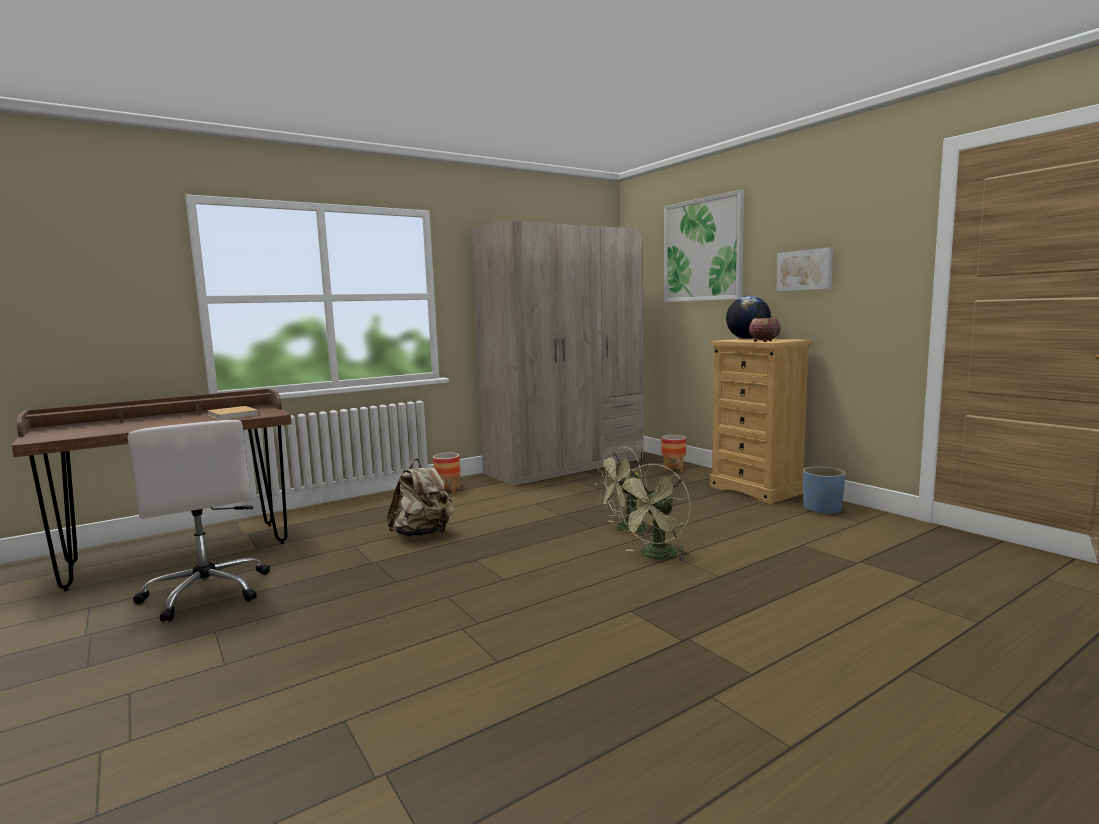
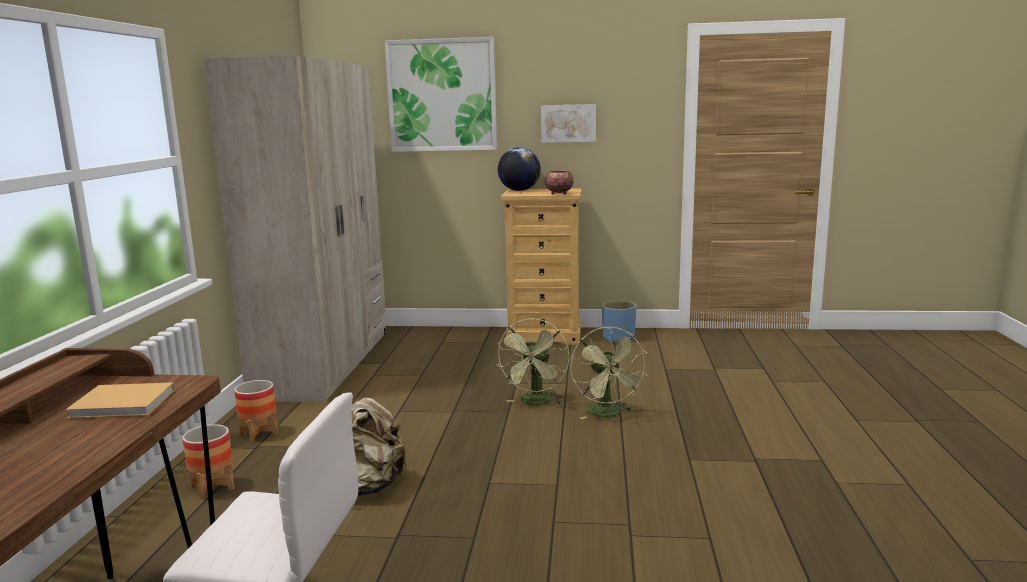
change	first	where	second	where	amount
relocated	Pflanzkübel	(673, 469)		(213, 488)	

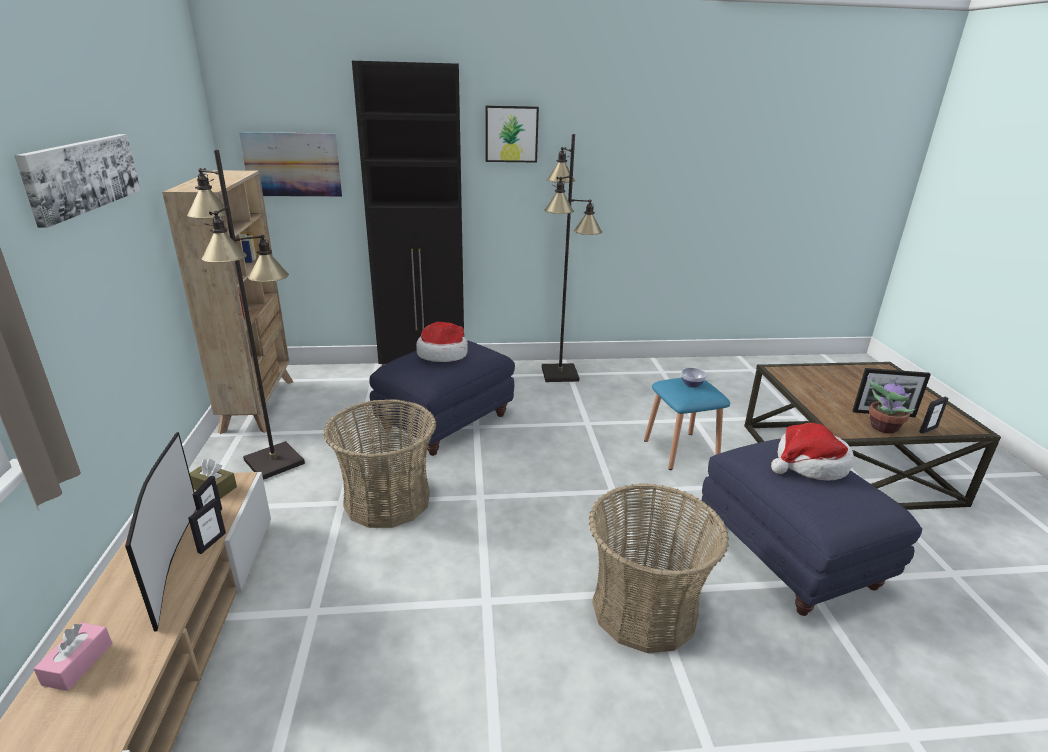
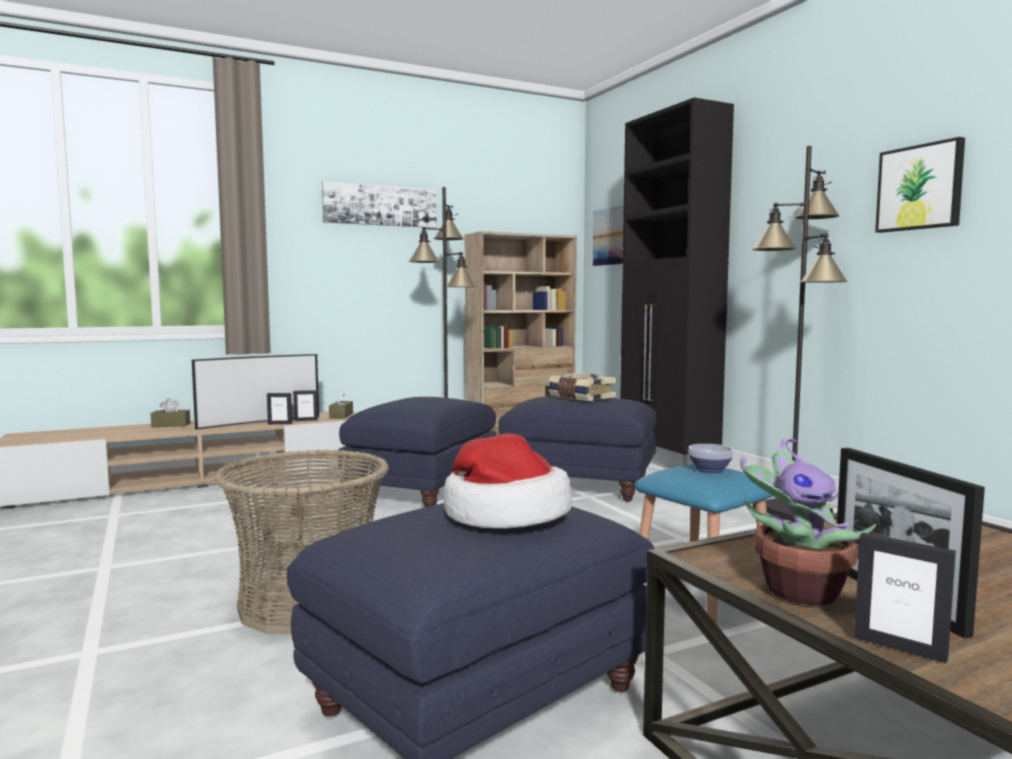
change	first	where	second	where	amount
colour	Taschentuchbox/rosa	(78, 664)	Taschentuchbox/braun	(171, 425)	
exchanged	Korb	(387, 500)	Polsterhocker/blau	(423, 490)	
exchanged	Hut	(443, 354)	Buch	(580, 398)	
relocated	Bild	(511, 134)		(920, 187)	

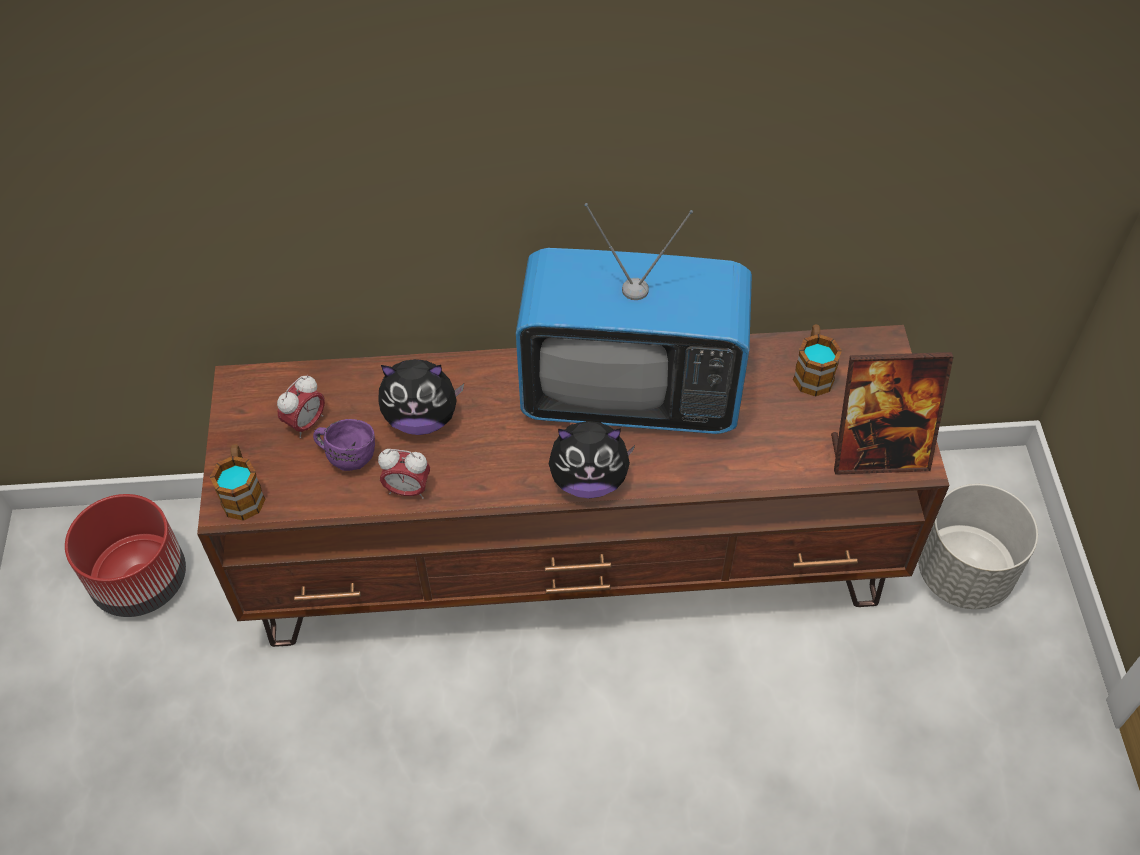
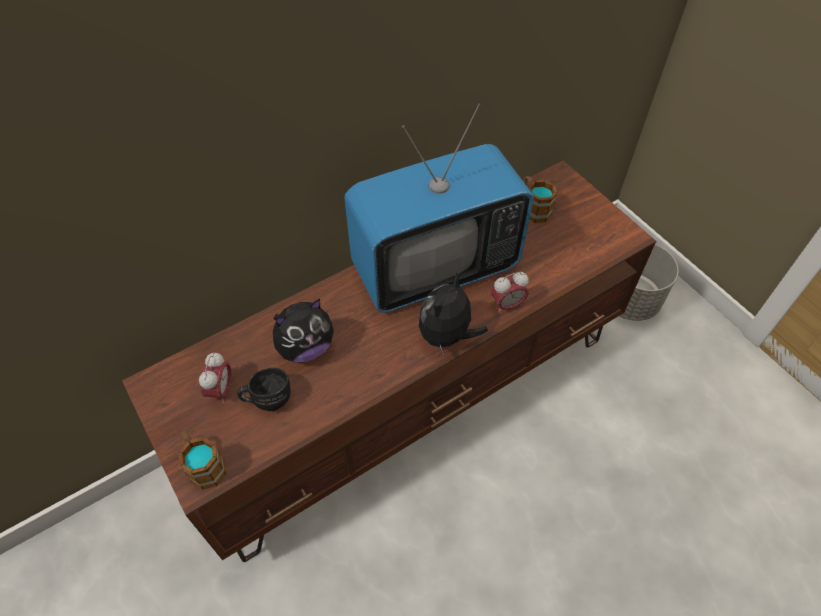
change	first	where	second	where	amount
missing	Pflanzkübel/rot	(141, 580)			
colour	Henkelbecher/lila	(347, 454)	Henkelbecher/schwarz	(267, 398)	
relocated	Wecker	(407, 490)		(507, 305)	
spun	Plüschtier	(589, 480)		(447, 336)	150 degrees clockwise
missing	Bilderrahmen	(878, 454)			

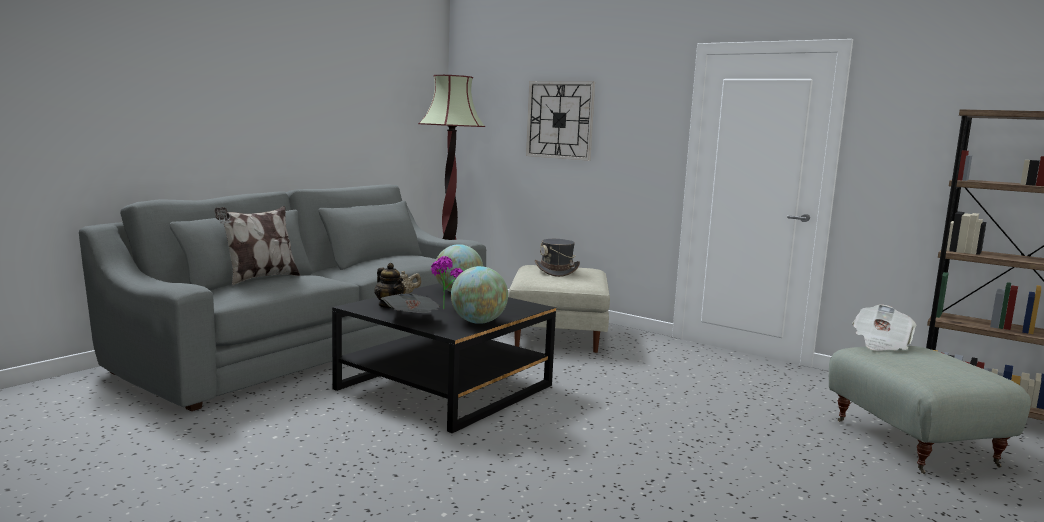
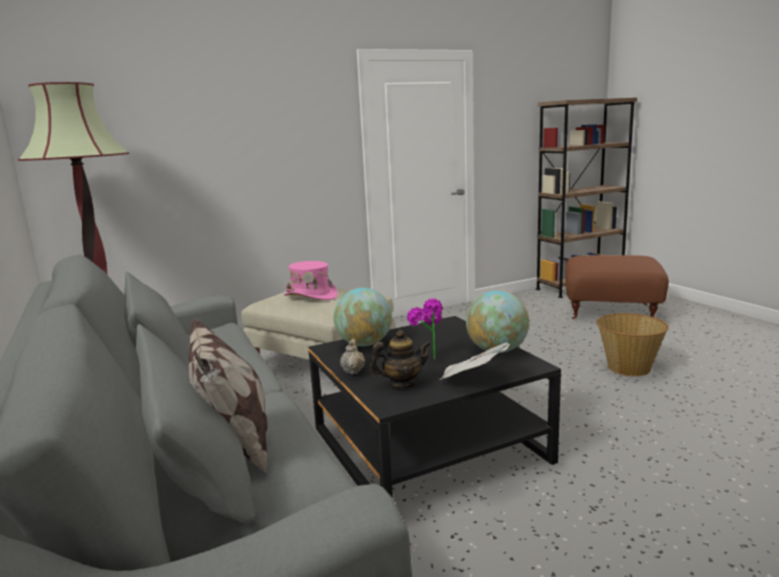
change	first	where	second	where	amount
missing	Wanduhr	(560, 120)			
colour	Hut/grau	(556, 271)	Hut/rosa	(311, 296)	
colour	Polsterhocker/grau	(911, 443)	Polsterhocker/braun	(610, 312)	
missing	Zeitung	(881, 344)			
appeared			Korb	(628, 367)	

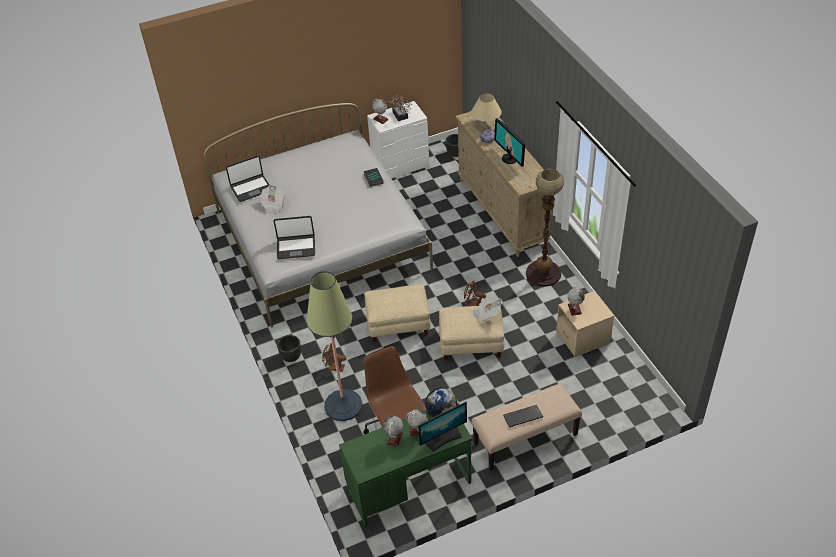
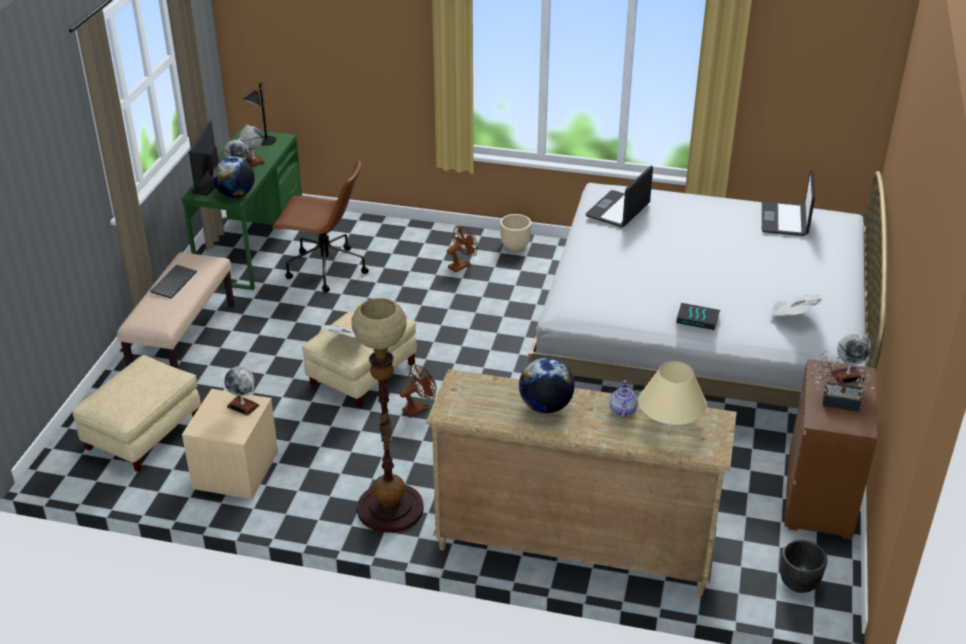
change	first	where	second	where	amount
relocated	Zeitung	(273, 205)		(793, 315)	
colour	Pflanzkübel/schwarz	(291, 356)	Pflanzkübel/beige	(515, 246)	
missing	Stehlampe	(343, 405)			
relocated	Polsterhocker/beige	(397, 324)		(143, 433)	
colour	Kommode/weiß	(401, 165)	Kommode/braun	(819, 497)	
exchanged	Monitor	(509, 158)	Globus	(545, 406)	
appeared			Tischlampe/schwarz	(262, 142)	

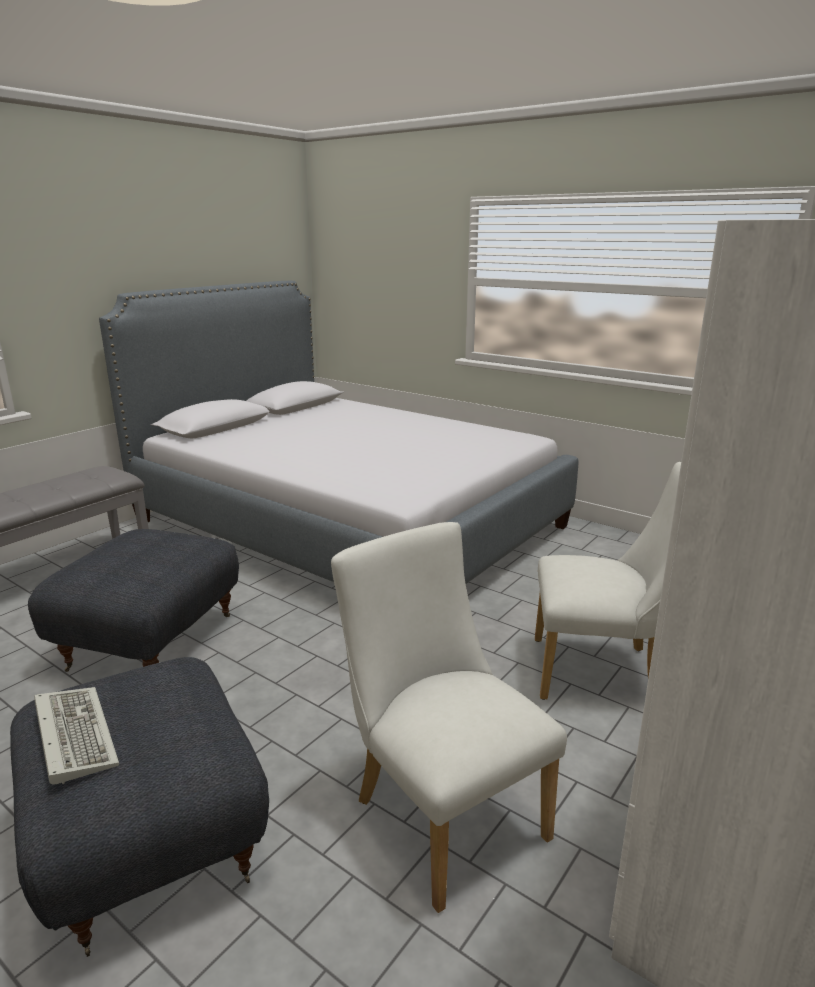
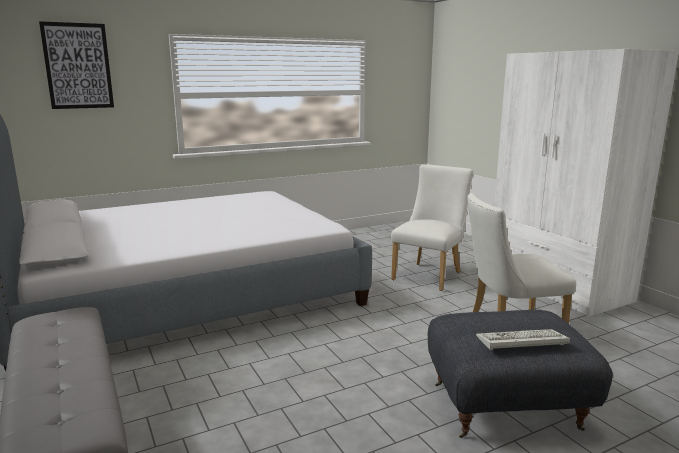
change	first	where	second	where	amount
missing	Polsterhocker/grau	(150, 641)			
appeared			Bild	(78, 66)	

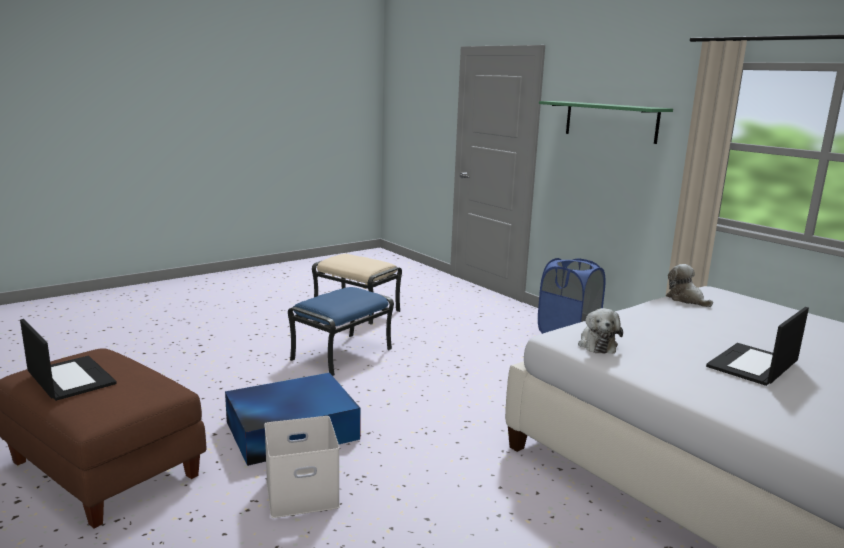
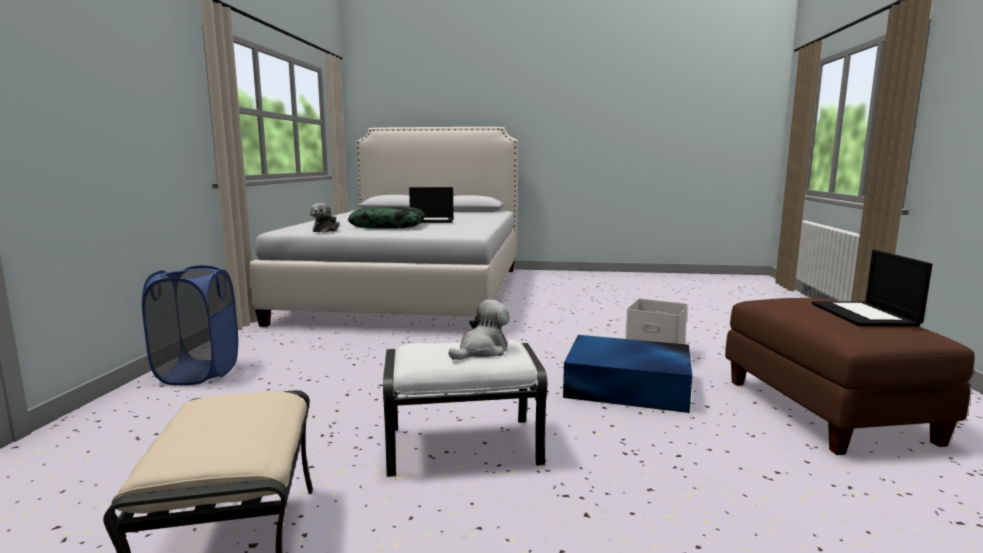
change	first	where	second	where	amount
colour	Polsterhocker/blau	(342, 354)	Polsterhocker/weiß	(461, 447)	
missing	Wandregal/grün	(610, 121)			
relocated	Plüschtier	(597, 344)		(482, 351)	
appeared			Kissen	(388, 226)	

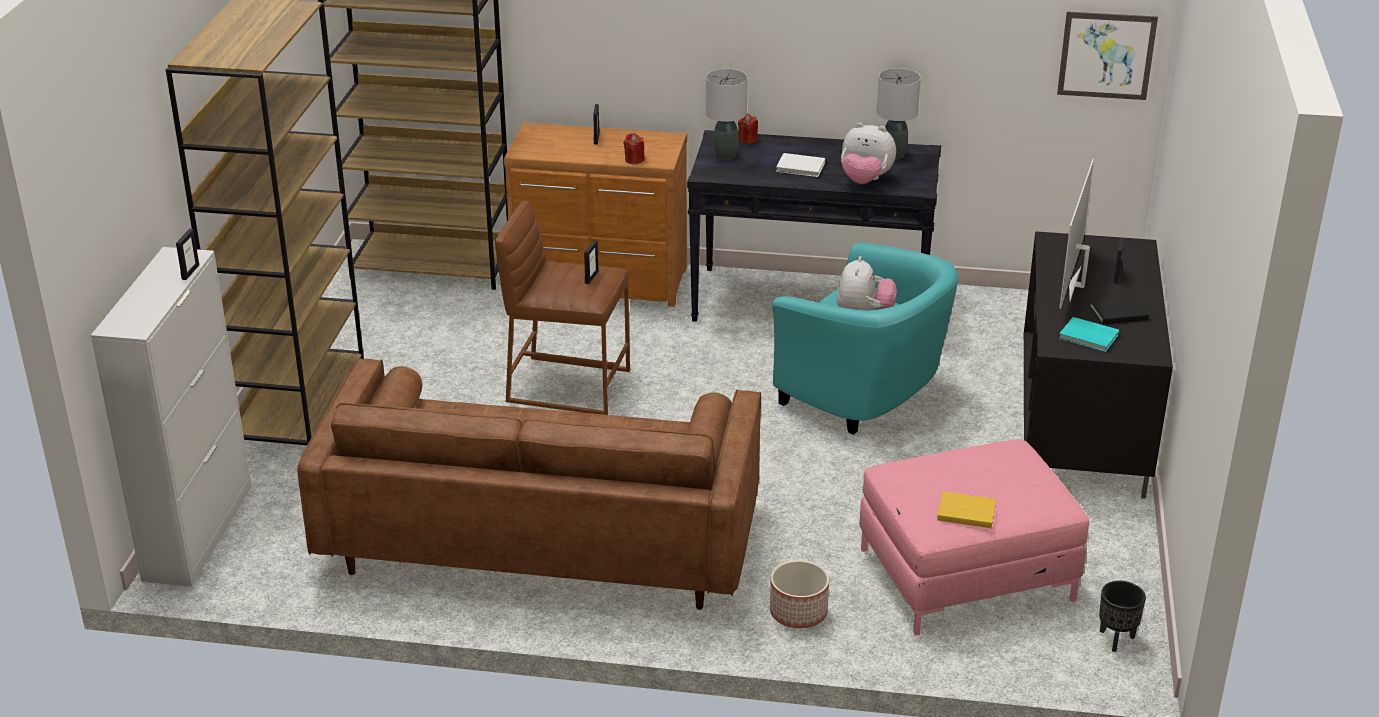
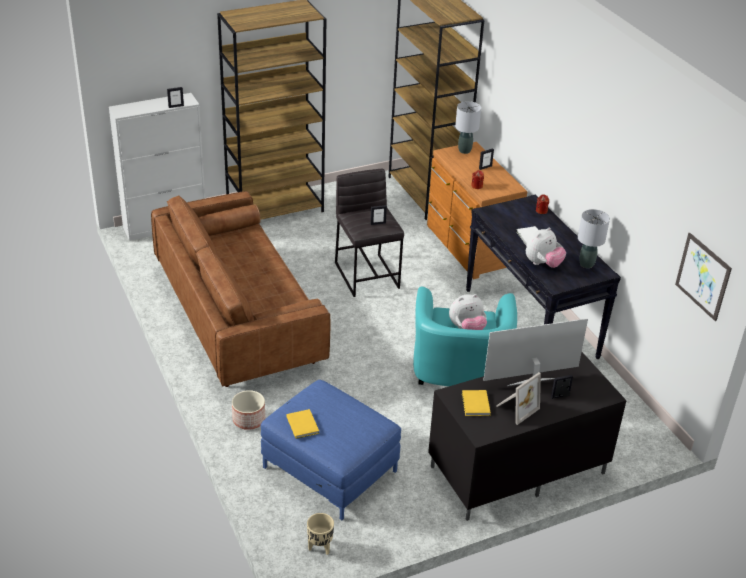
change	first	where	second	where	amount
colour	Hocker/braun	(568, 385)	Hocker/grau	(367, 275)	
relocated	Tischlampe/grau	(726, 155)		(465, 151)	
spun	Plüschtier	(865, 180)		(543, 264)	120 degrees counterclockwise
colour	Polsterhocker/rosa	(966, 575)	Polsterhocker/blau	(329, 469)	
colour	Buch/türkis	(1089, 337)	Buch/gelb	(475, 405)	
exchanged	Buch/schwarz	(1116, 312)	Bilderrahmen	(515, 408)	
colour	Pflanzkübel/schwarz	(1117, 639)	Pflanzkübel/beige	(320, 547)	

